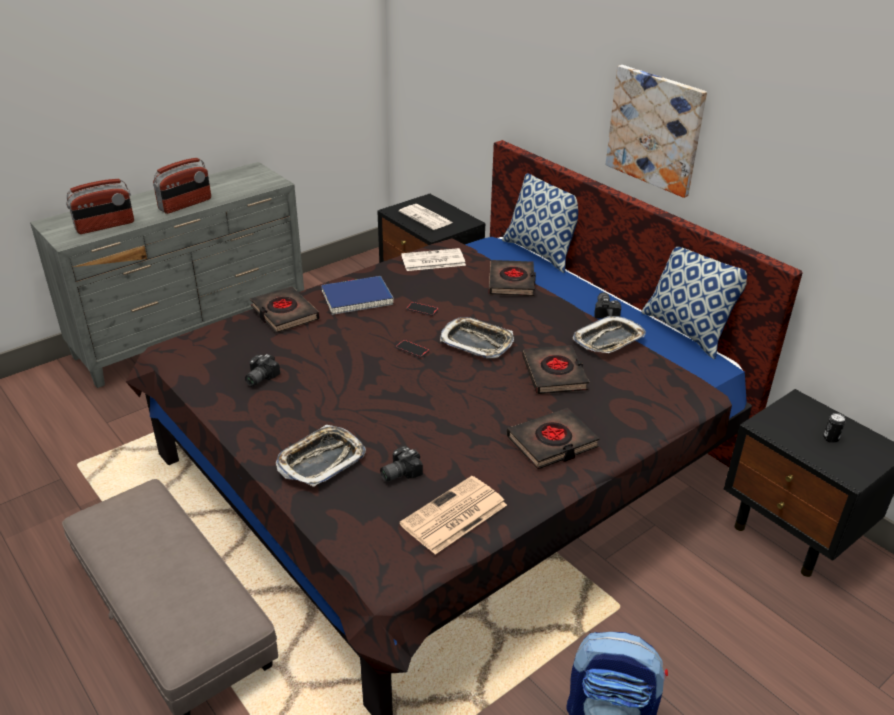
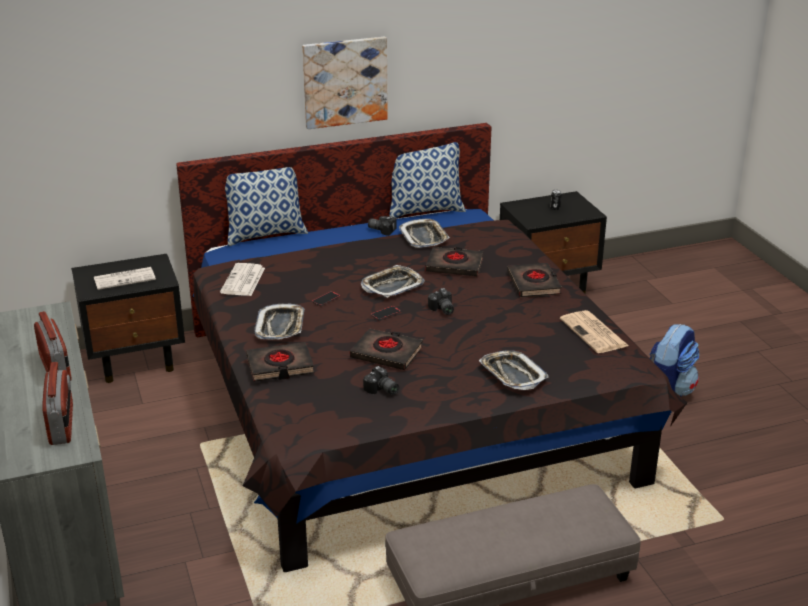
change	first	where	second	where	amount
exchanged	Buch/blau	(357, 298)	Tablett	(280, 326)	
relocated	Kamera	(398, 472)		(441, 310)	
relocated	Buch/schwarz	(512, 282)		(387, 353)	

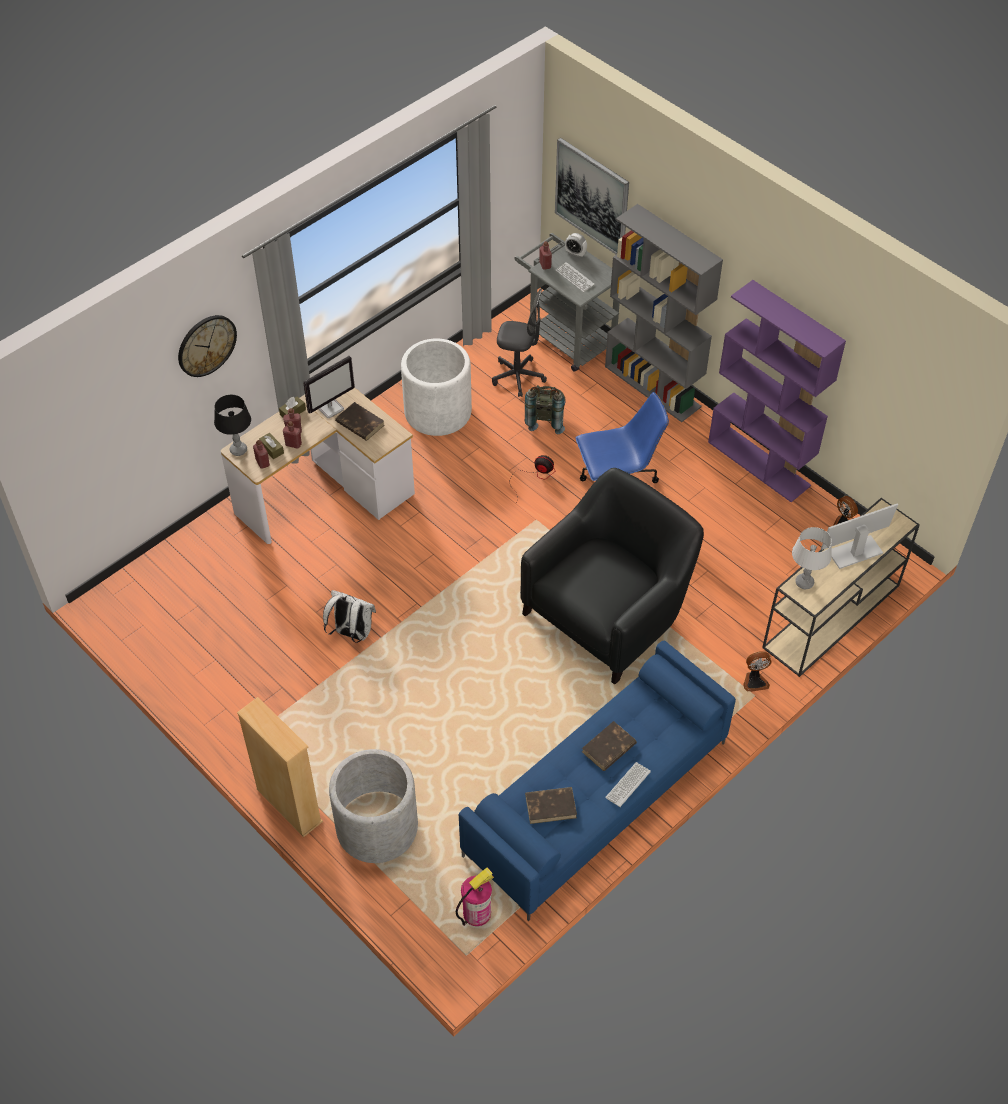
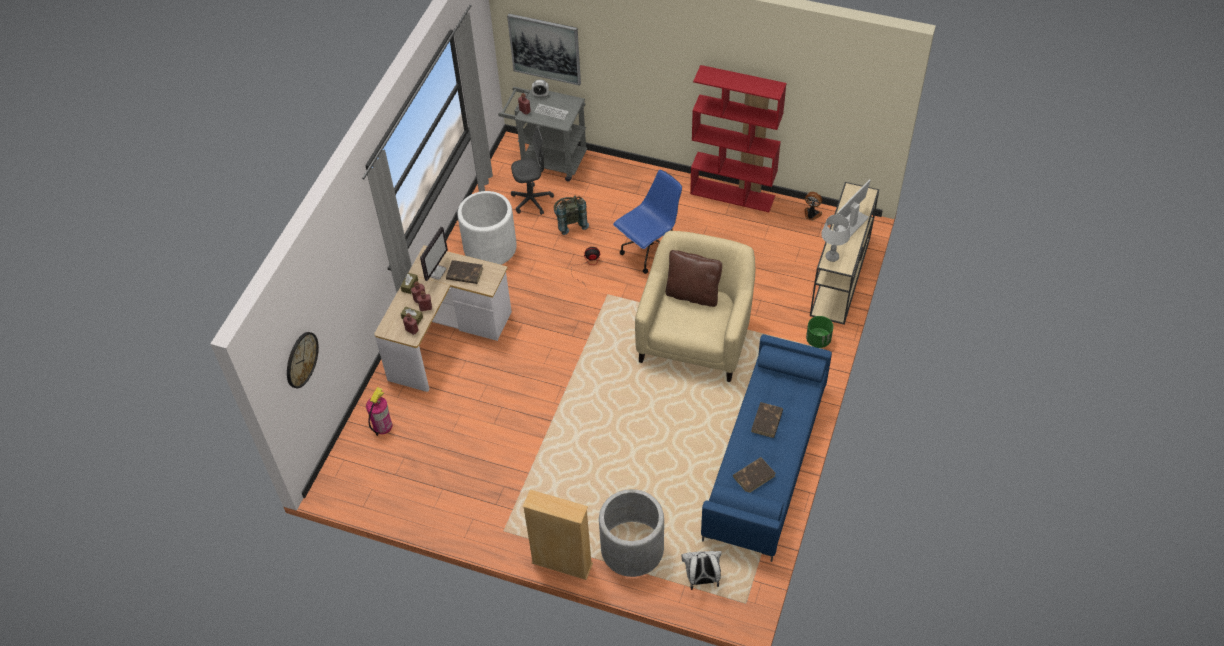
change	first	where	second	where	amount
relocated	Wanduhr	(206, 345)		(301, 359)	
missing	Tischlampe/schwarz	(238, 450)			
relocated	Rucksack/weiß	(351, 633)		(702, 580)	
relocated	Feuerlöscher	(476, 913)		(382, 426)	
colour	Sessel/schwarz	(609, 611)	Sessel/beige	(696, 335)	
missing	Bücherregal/grau	(653, 386)			
missing	Tastatur	(628, 785)			
colour	Bücherregal/lila	(759, 464)	Bücherregal/rot	(733, 195)	
exchanged	Ventilator	(754, 681)	Pflanzkübel/grün	(818, 340)	
appeared			Kissen/braun	(692, 294)	

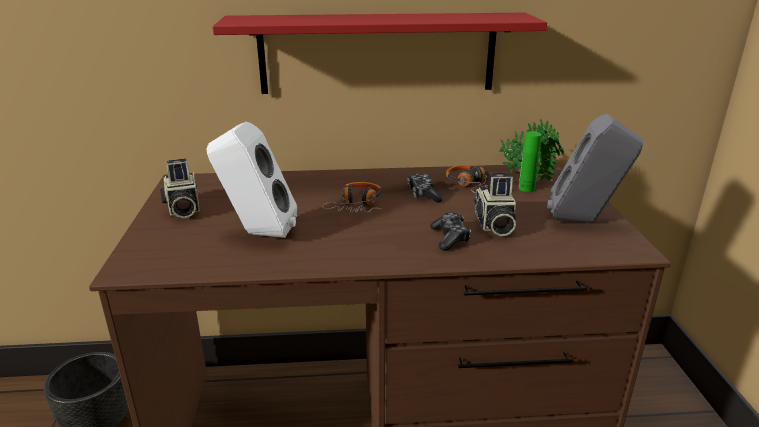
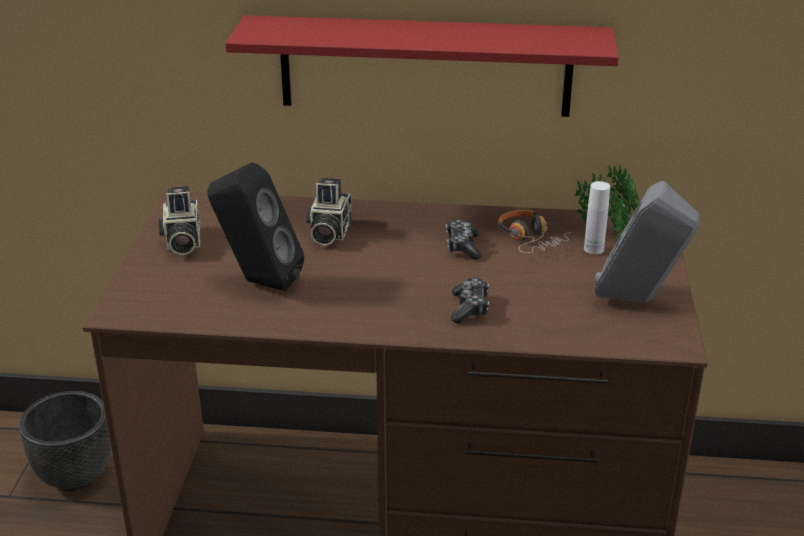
change	first	where	second	where	amount
colour	Lautsprecher/weiß	(257, 234)	Lautsprecher/schwarz	(258, 282)	
missing	Kopfhörer	(357, 205)			
relocated	Kamera	(493, 225)		(328, 233)	
colour	Flasche/grün	(526, 188)	Flasche/weiß	(593, 249)	

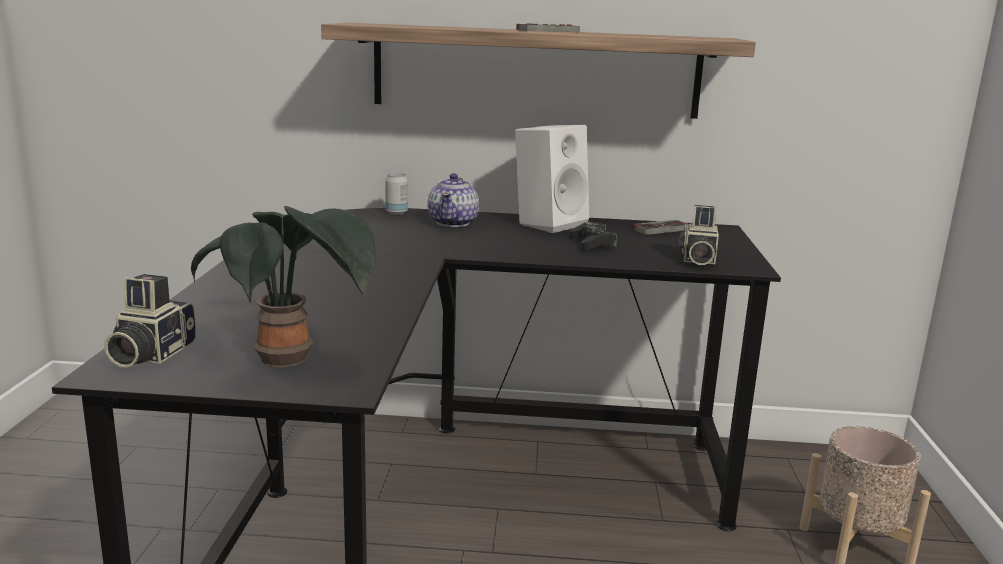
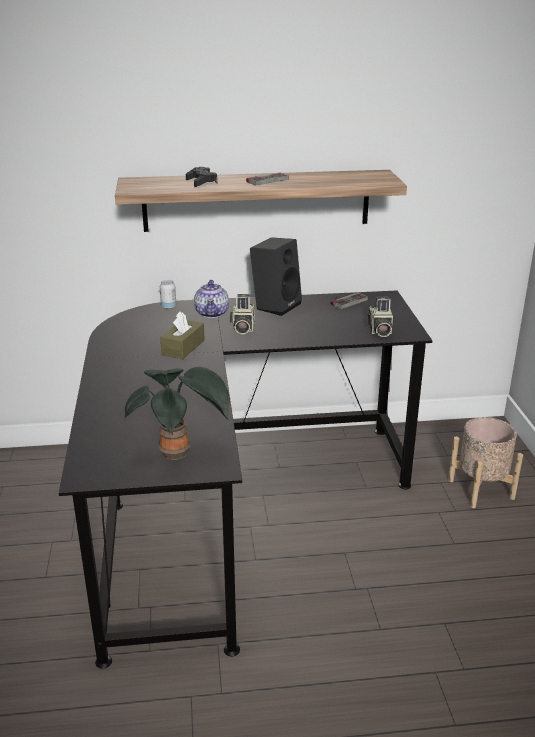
change	first	where	second	where	amount
relocated	Kamera	(149, 354)		(242, 328)	
colour	Lautsprecher/weiß	(549, 223)	Lautsprecher/schwarz	(275, 305)	
relocated	Gamepad/schwarz	(592, 244)		(201, 182)	
appeared			Taschentuchbox/braun	(183, 347)	

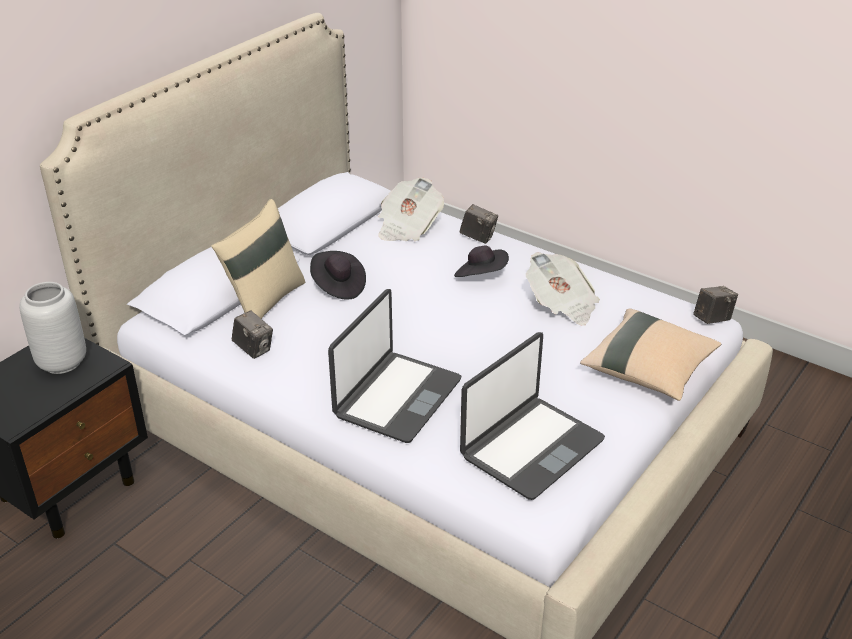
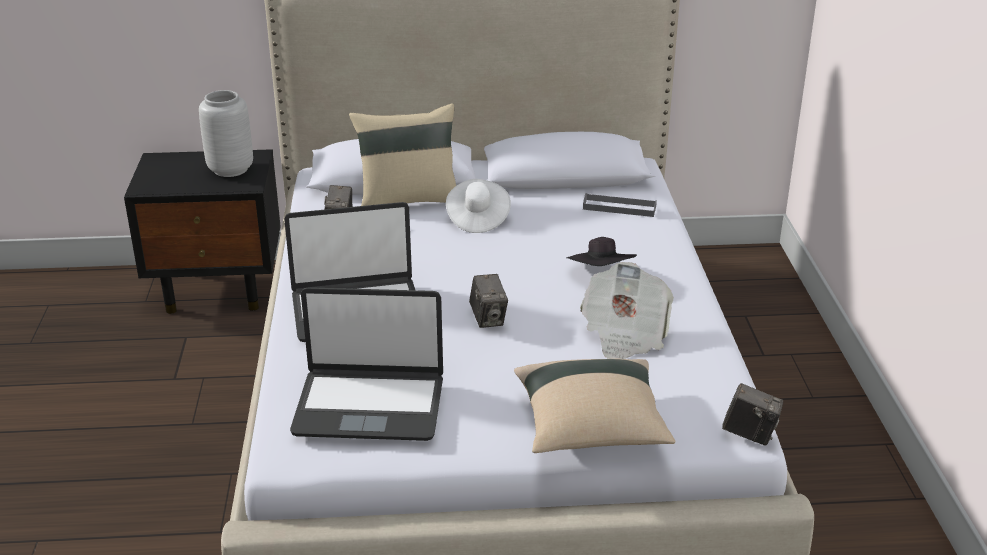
change	first	where	second	where	amount
colour	Hut/schwarz	(338, 286)	Hut/weiß	(477, 219)	
exchanged	Zeitung	(408, 227)	Tablett/grau	(619, 208)	
relocated	Kamera	(478, 237)		(488, 319)	

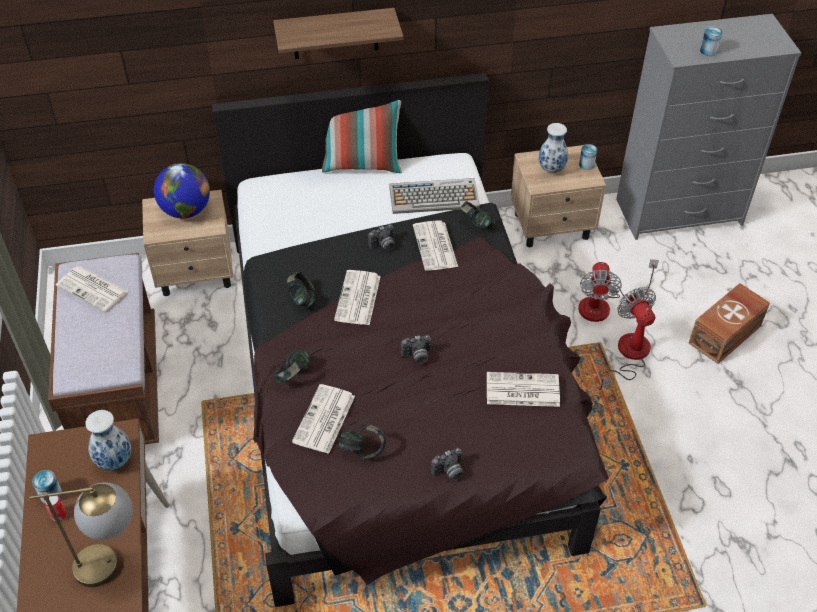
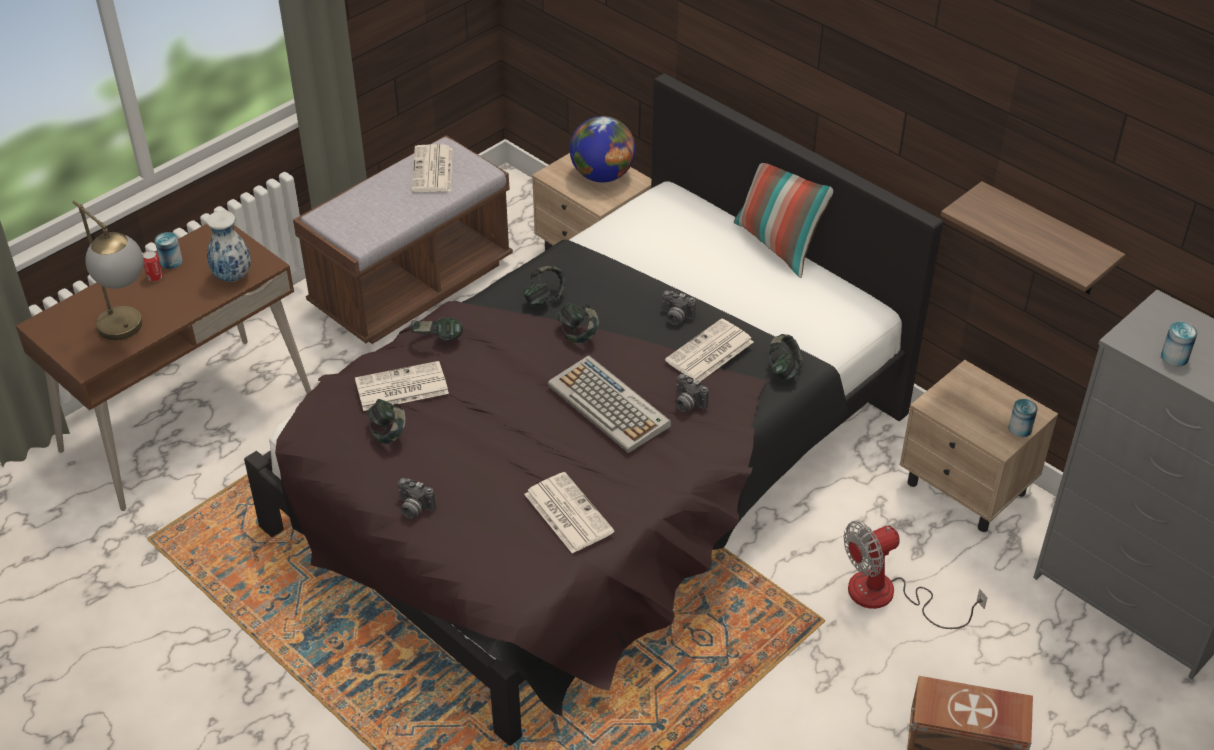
change	first	where	second	where	amount
relocated	Wandregal	(335, 34)		(1045, 241)	
exchanged	Zeitung	(358, 299)	Kopfhörer	(578, 334)	
relocated	Tastatur	(434, 197)		(610, 406)	
relocated	Kamera	(417, 356)		(687, 404)	
missing	Vase	(552, 169)			
missing	Ventilator	(628, 355)			

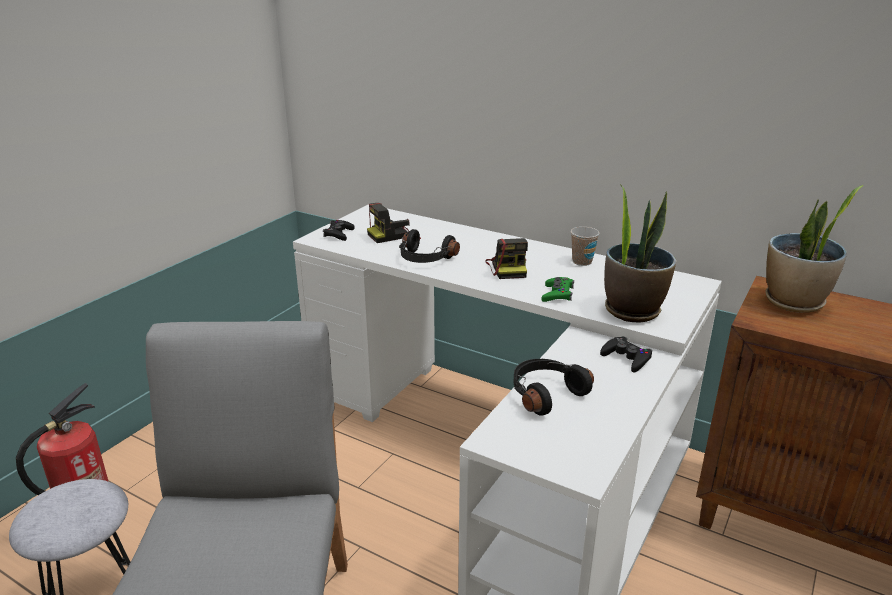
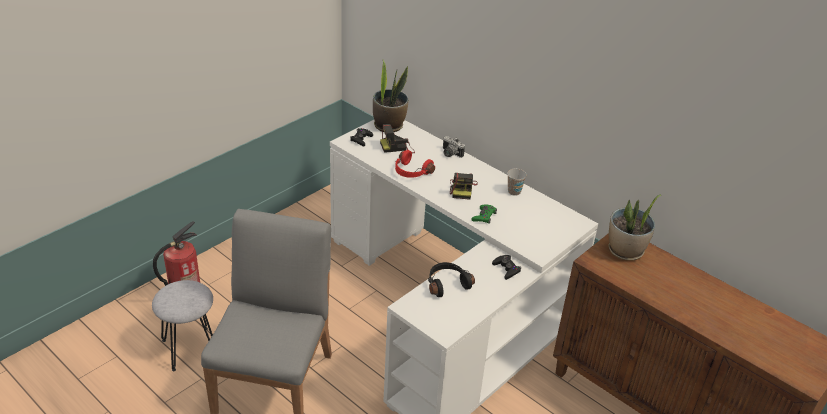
change	first	where	second	where	amount
colour	Kopfhörer/schwarz	(425, 259)	Kopfhörer/rot	(411, 172)	
relocated	Topfpflanze	(632, 310)		(389, 125)	
appeared			Kamera	(450, 154)	

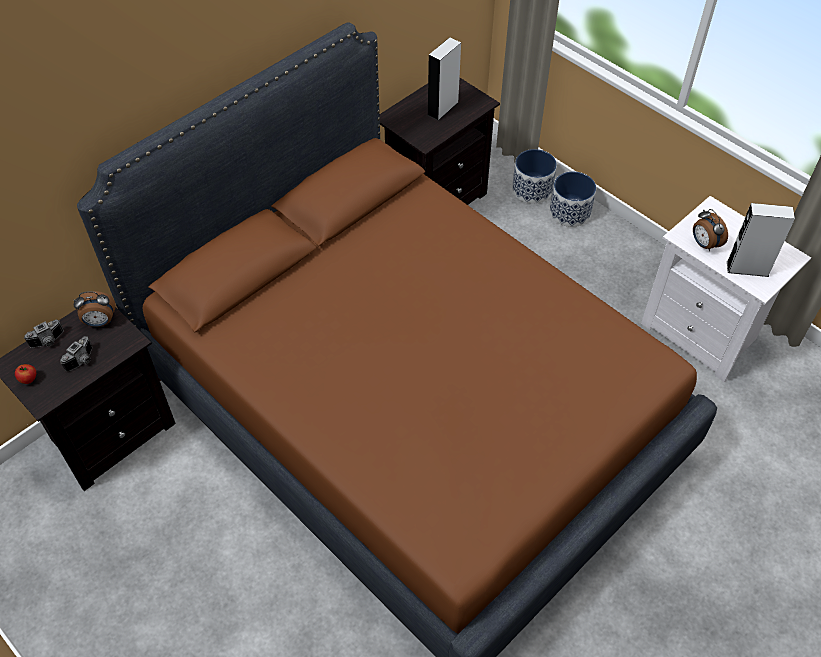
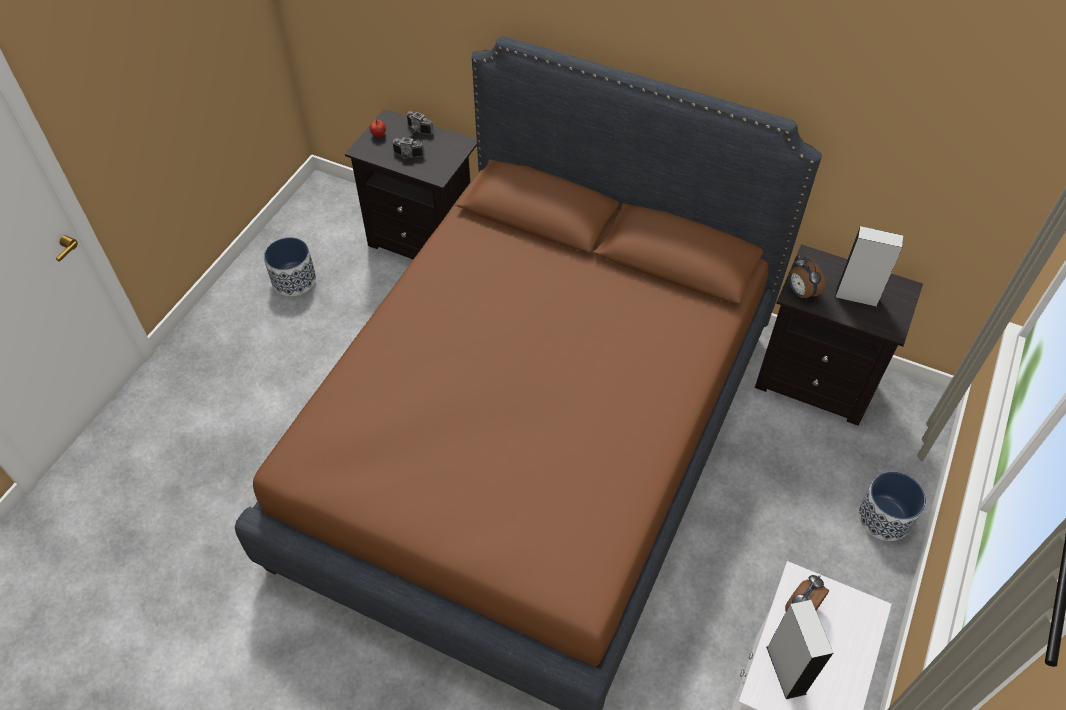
change	first	where	second	where	amount
relocated	Wecker	(100, 322)		(801, 293)	
relocated	Pflanzkübel	(531, 190)		(294, 280)	

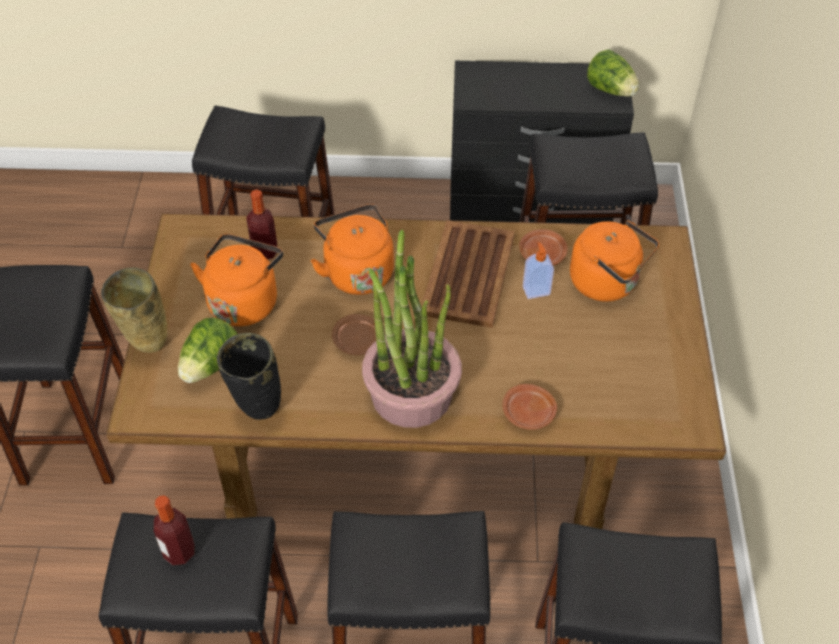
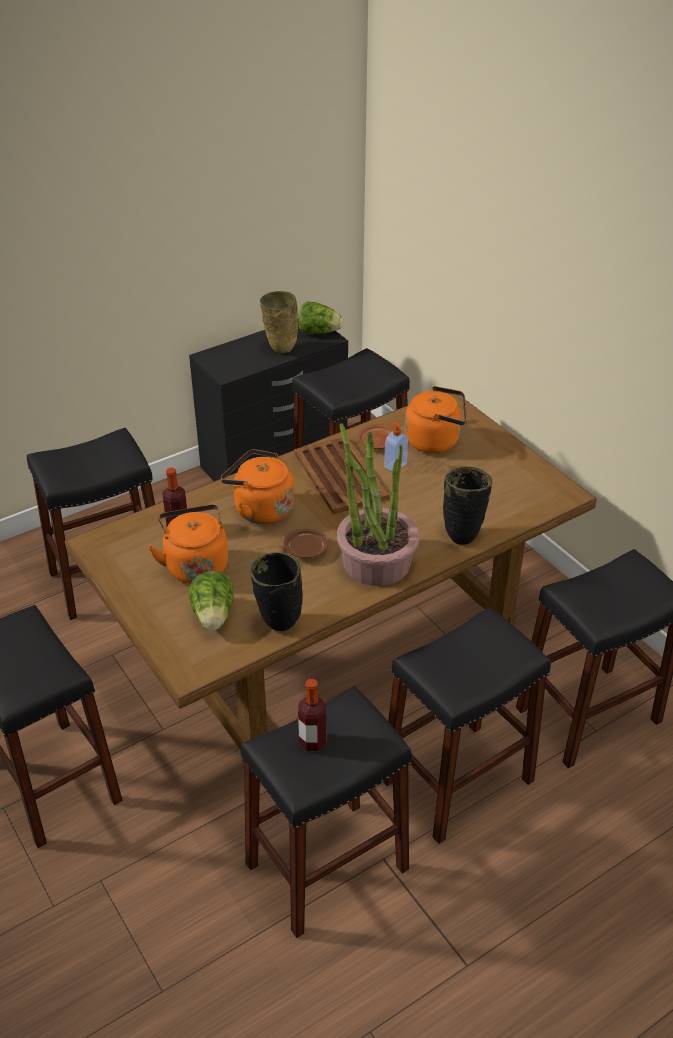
change	first	where	second	where	amount
relocated	Vase/beige	(146, 343)		(280, 350)	
exchanged	Teller/braun	(529, 413)	Vase/schwarz	(463, 535)	

